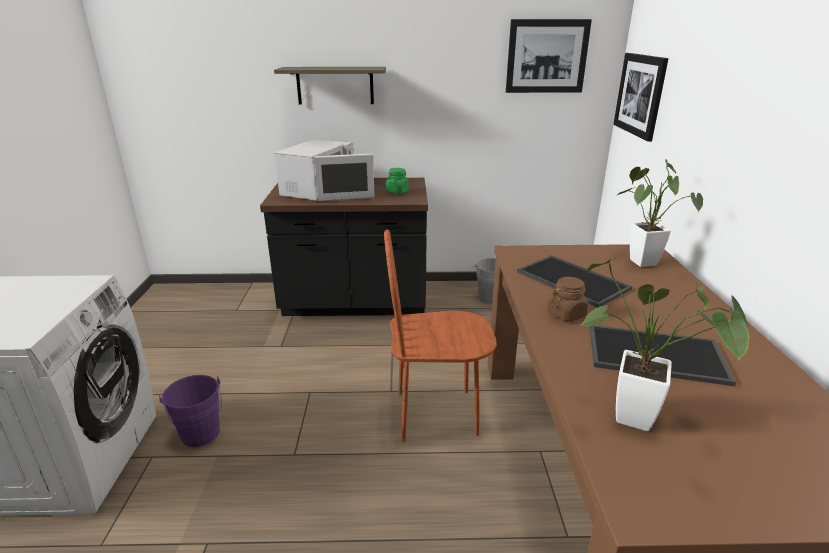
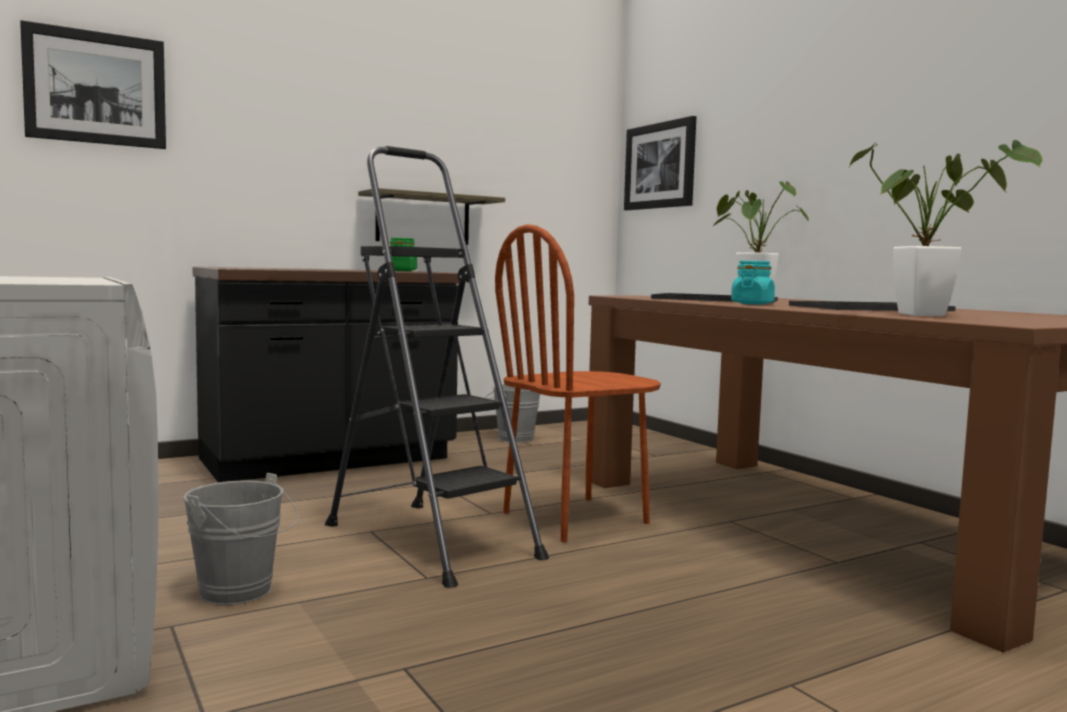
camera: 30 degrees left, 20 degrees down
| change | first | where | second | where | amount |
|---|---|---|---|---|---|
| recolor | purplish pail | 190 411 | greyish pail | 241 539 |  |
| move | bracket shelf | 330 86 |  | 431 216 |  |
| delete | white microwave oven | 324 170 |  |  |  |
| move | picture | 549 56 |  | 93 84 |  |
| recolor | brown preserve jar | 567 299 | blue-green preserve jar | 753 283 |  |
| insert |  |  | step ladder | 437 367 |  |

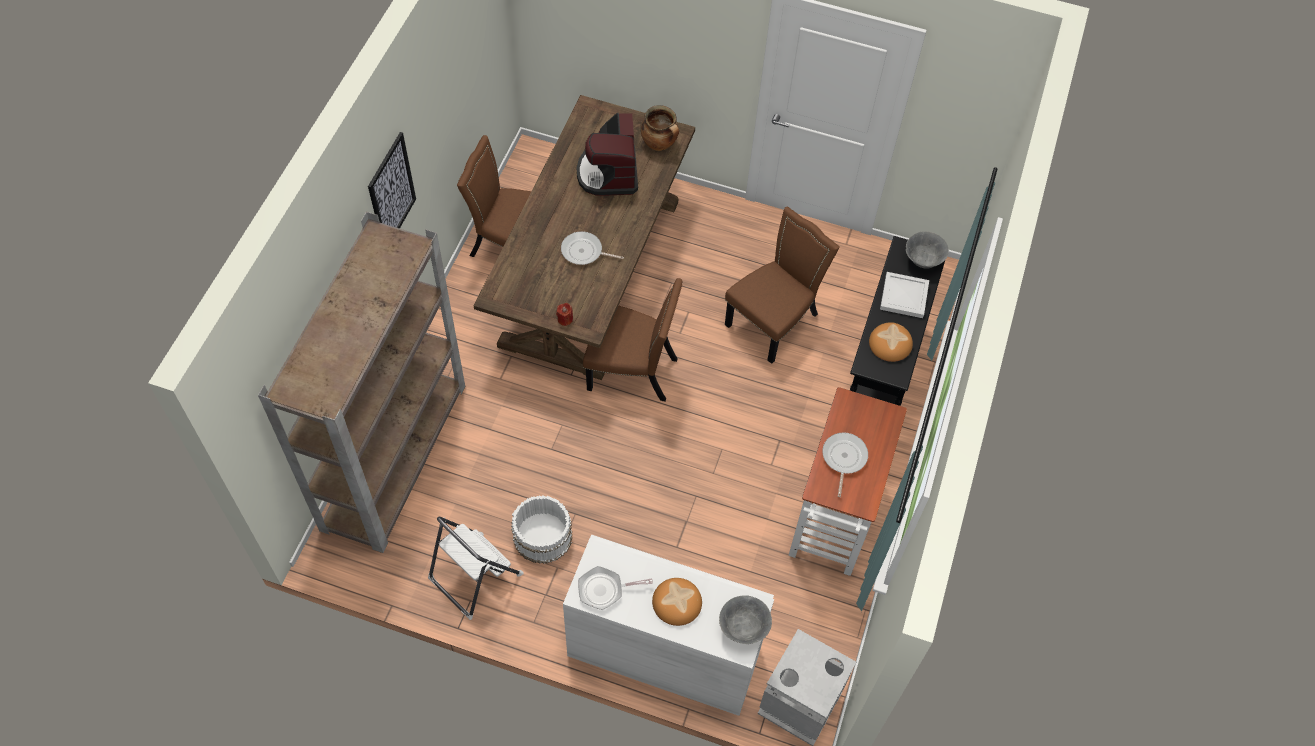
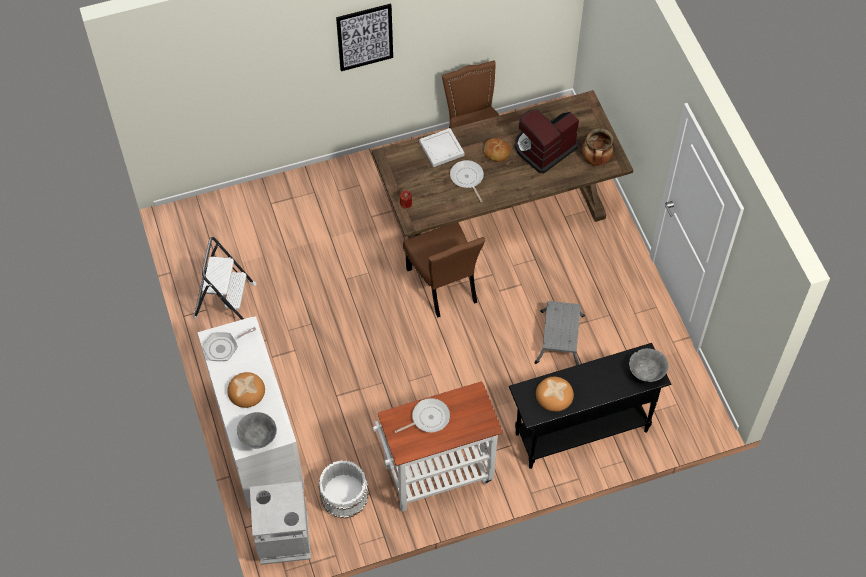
camera: 55 degrees right, 0 degrees up
| change | first | where | second | where | amount |
|---|---|---|---|---|---|
| delete | brown bookshelf | 361 382 |  |  |  |
| move | white pail | 541 529 |  | 343 489 |  |
| rotate | frying pan | 615 588 |  | 229 344 | 75 degrees counterclockwise |
| replace | brown plain chair | 782 285 | greyish step ladder | 560 333 |  |
| move | white tray | 904 295 |  | 442 147 |  |
| insert |  |  | baked bread | 497 150 |  |

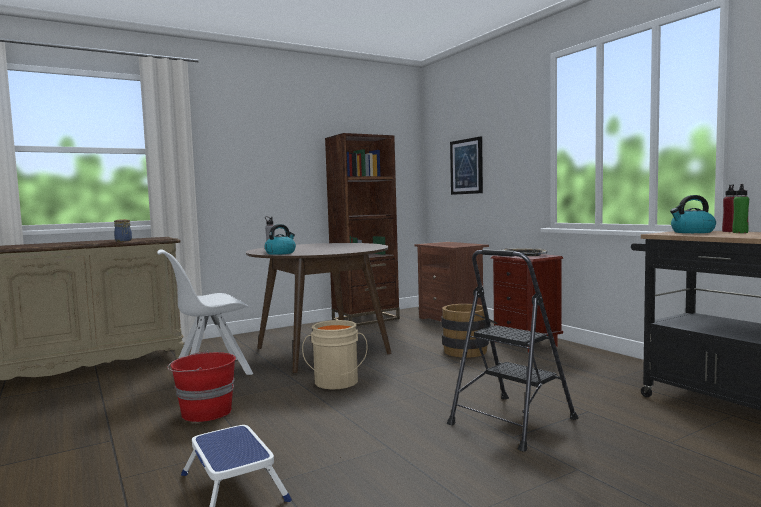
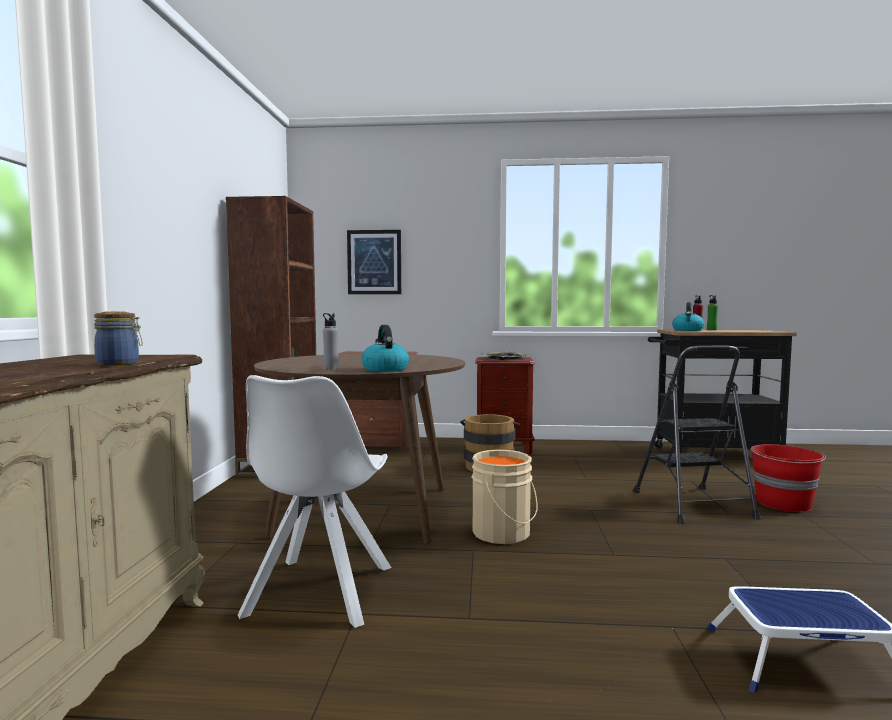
camera: 55 degrees left, 0 degrees up
| change | first | where | second | where | amount |
|---|---|---|---|---|---|
| move | red-coloured pail | 201 386 |  | 788 478 |  |

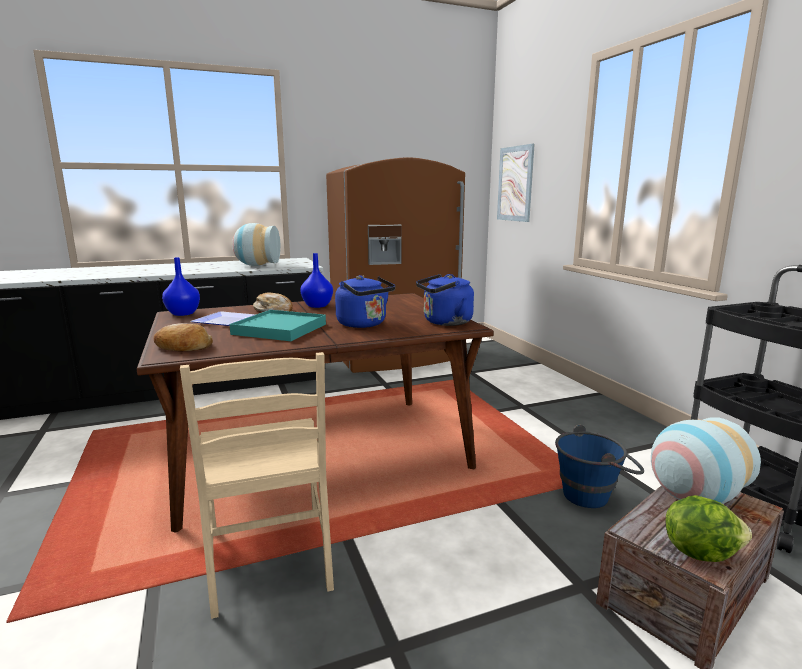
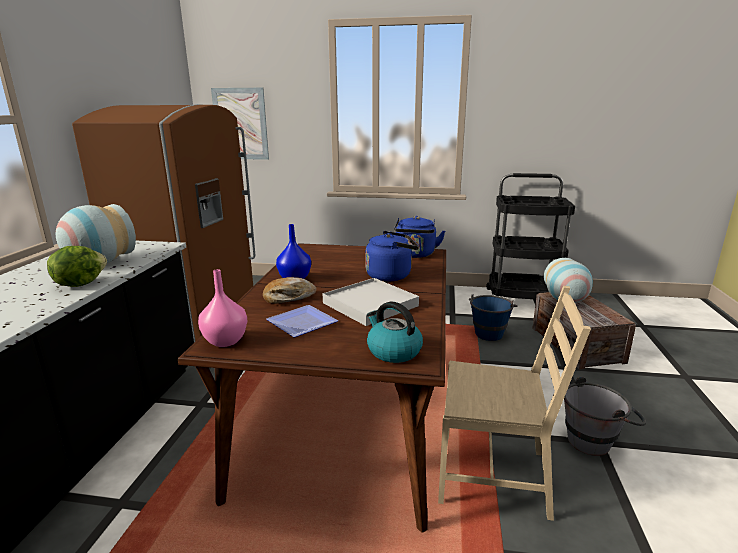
camera: 60 degrees left, 5 degrees up
| change | first | where | second | where | amount |
|---|---|---|---|---|---|
| replace | baked bread | 183 337 | tea kettle | 395 332 |  |
| recolor | bluish flower vase | 181 286 | pink-coloured flower vase | 222 308 |  |
| recolor | blue-green tray | 277 325 | white tray | 371 302 |  |
| move | lettuce head | 709 528 |  | 77 266 |  |
| insert |  |  | greyish pail | 605 416 |  |

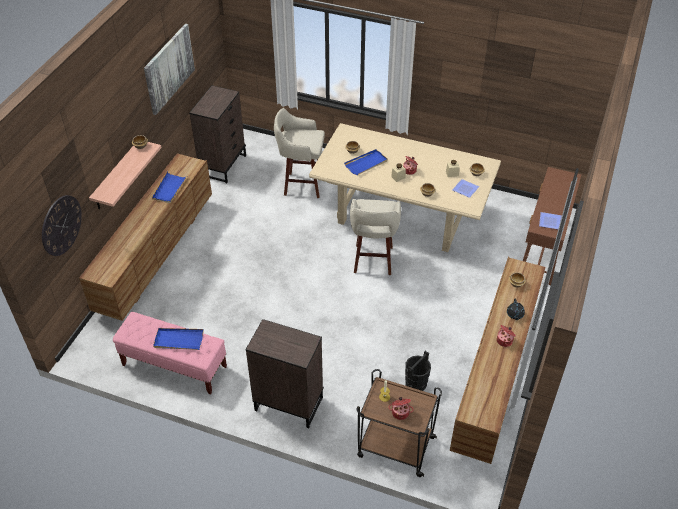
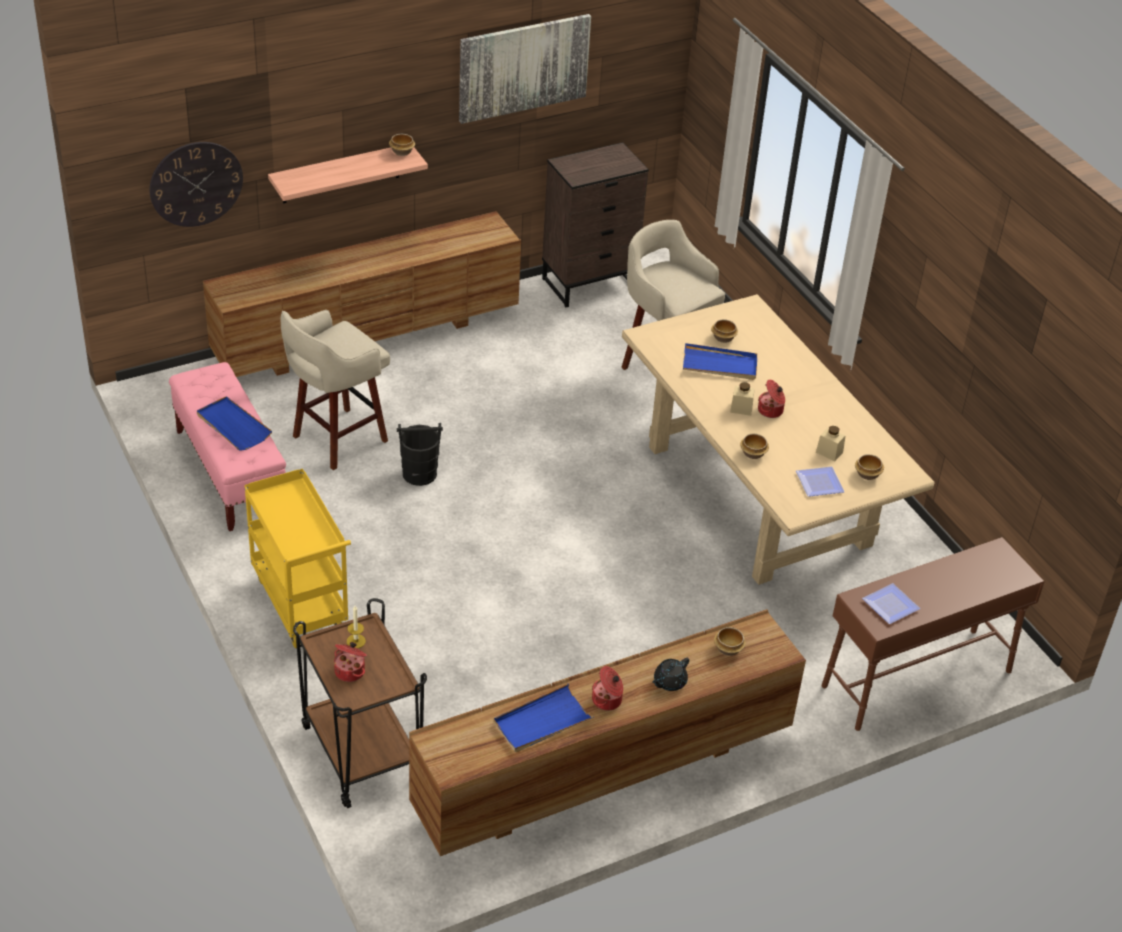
camera: 40 degrees right, 5 degrees down
| change | first | where | second | where | amount |
|---|---|---|---|---|---|
| move | bluish tray | 170 187 |  | 543 718 |  |
| replace | brown chest of drawers | 284 373 | yellow cart | 298 558 |  |
| move | beige-coloured stool seat | 375 236 |  | 335 390 |  |
| move | blackish pail | 418 371 |  | 420 454 |  |

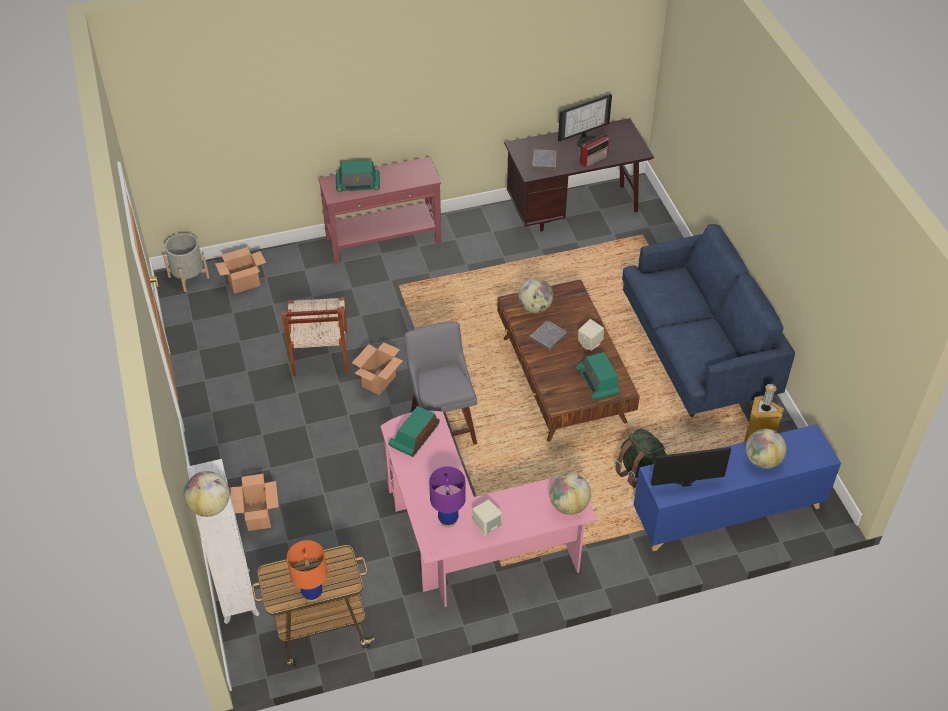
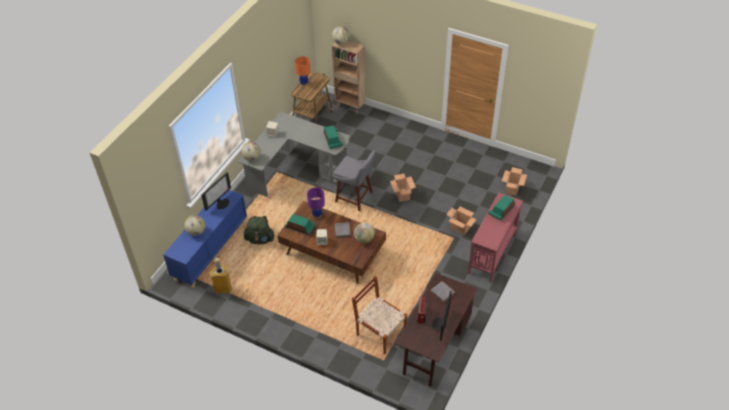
camera: 135 degrees right, 0 degrees up
| change | first | where | second | where | amount |
|---|---|---|---|---|---|
| delete | greyish plant pot | 186 262 |  |  |  |
| recolor | white bookshelf | 223 541 | brown bookshelf | 349 77 |  |
| move | carton | 254 502 |  | 461 221 |  |
| move | plain chair | 315 337 |  | 379 315 |  |
| recolor | pink-coloured desk unit | 489 509 | greyish desk unit | 293 154 |  |
| move | purplish tabletop lamp | 447 496 |  | 316 203 |  |
| delete | bluish settee | 708 320 |  |  |  |

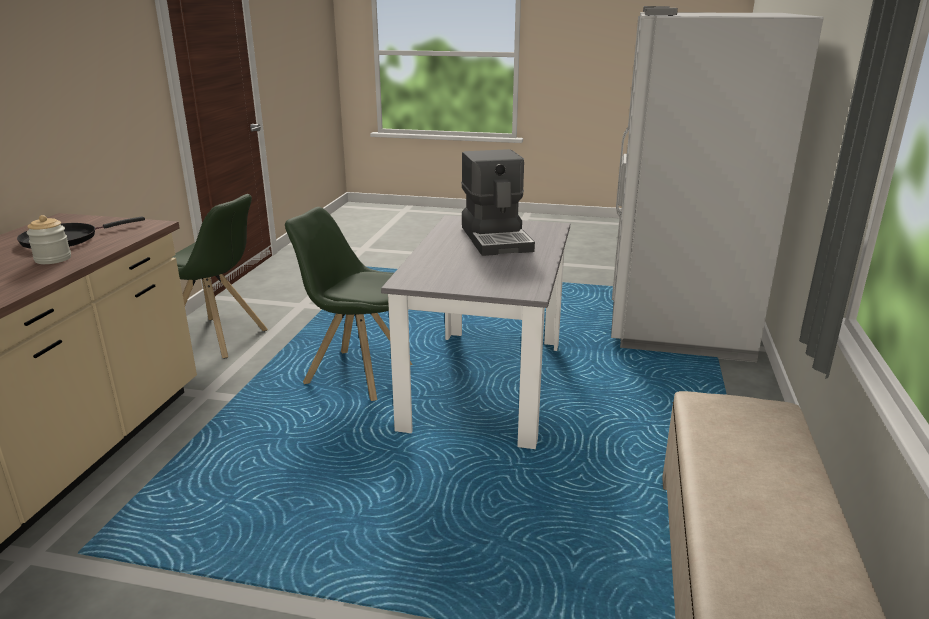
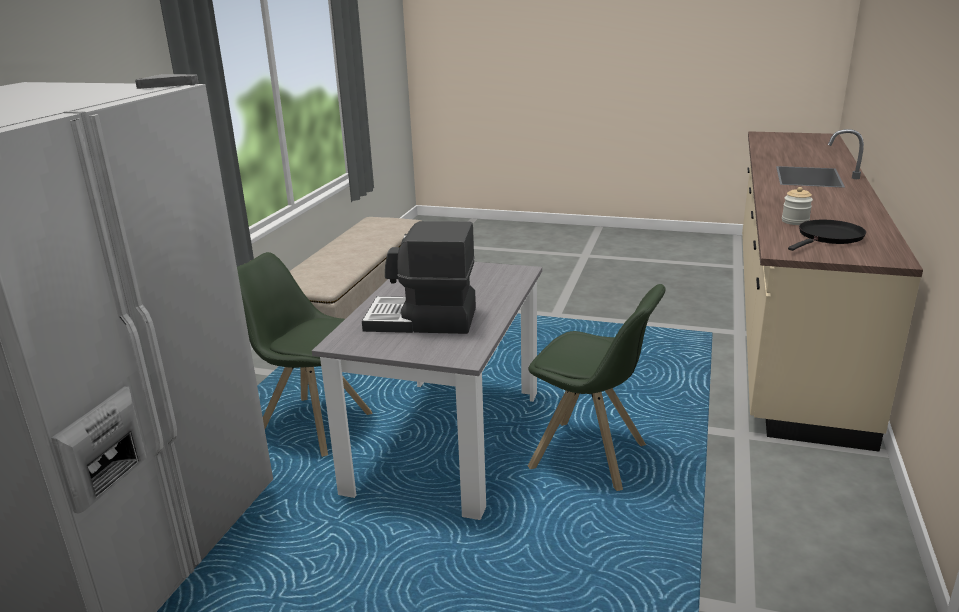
camera: 175 degrees left, 0 degrees up
| change | first | where | second | where | amount |
|---|---|---|---|---|---|
| move | green plain chair | 220 276 |  | 305 354 |  |
| rotate | coffee maker | 498 202 |  | 419 277 | 75 degrees counterclockwise |

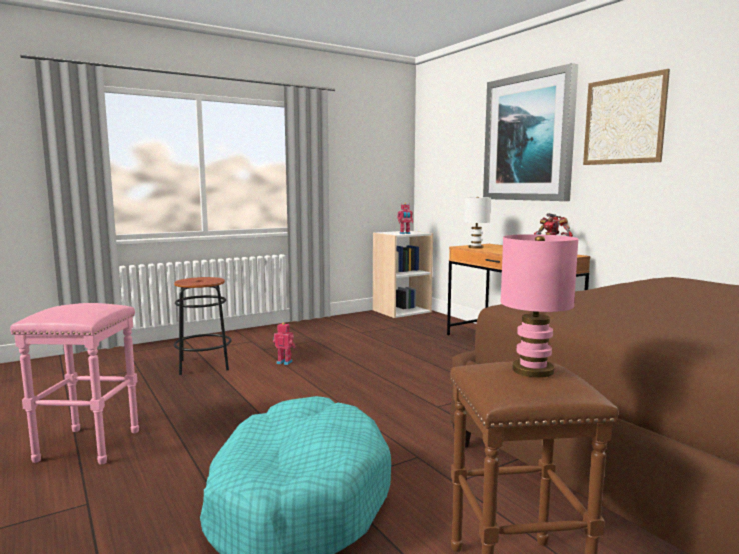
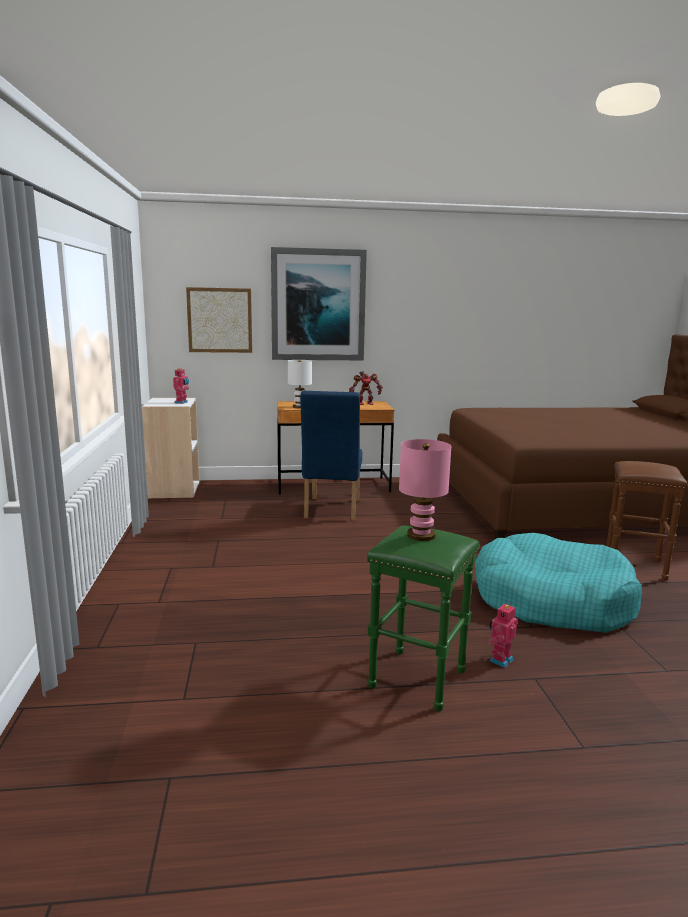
camera: 65 degrees left, 5 degrees up
| change | first | where | second | where | amount |
|---|---|---|---|---|---|
| recolor | pink-coloured stool seat | 74 383 | green stool seat | 423 618 |  |
| delete | blackish stool seat | 203 326 |  |  |  |
| move | model robot | 284 343 |  | 502 635 |  |
| move | pink-coloured tabletop lamp | 539 306 |  | 425 490 |  |
| move | picture | 626 117 |  | 219 319 |  |
| insert |  |  | bluish plain chair | 331 456 |  |

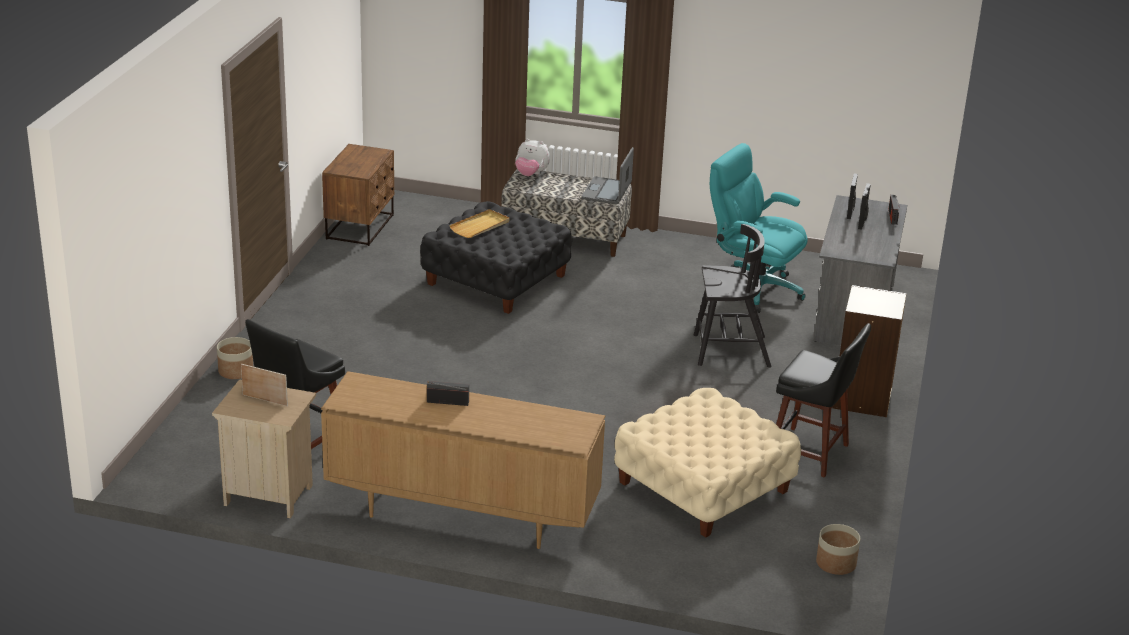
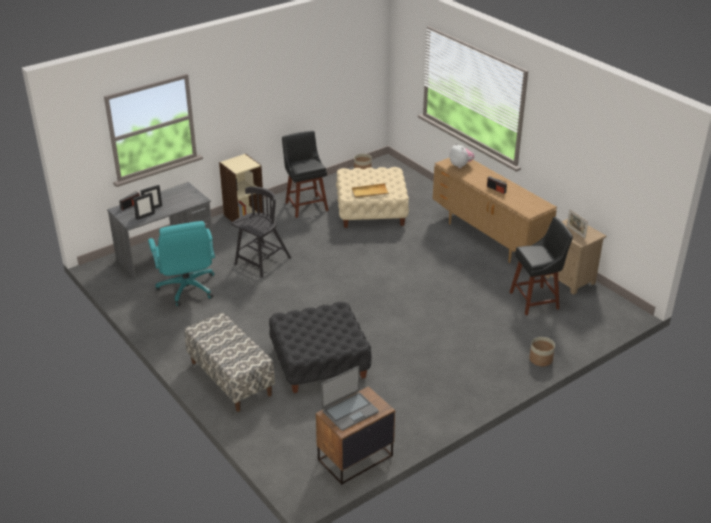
camera: 140 degrees left, 5 degrees up
| change | first | where | second | where | amount |
|---|---|---|---|---|---|
| move | beige-coloured tray | 479 223 |  | 370 190 |  |
| move | plush toy | 532 157 |  | 462 155 |  |
| move | laptop | 607 176 |  | 350 398 |  |
| rotate | blackish plain chair | 733 296 |  | 261 232 | 90 degrees clockwise |

